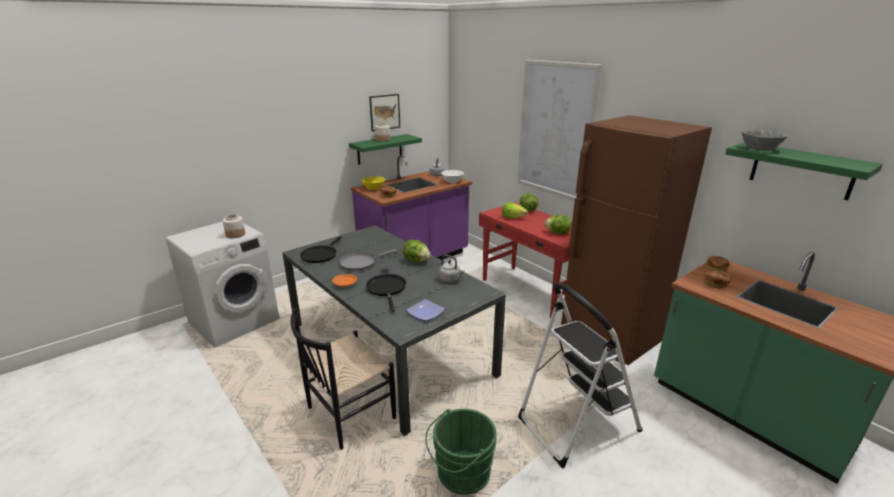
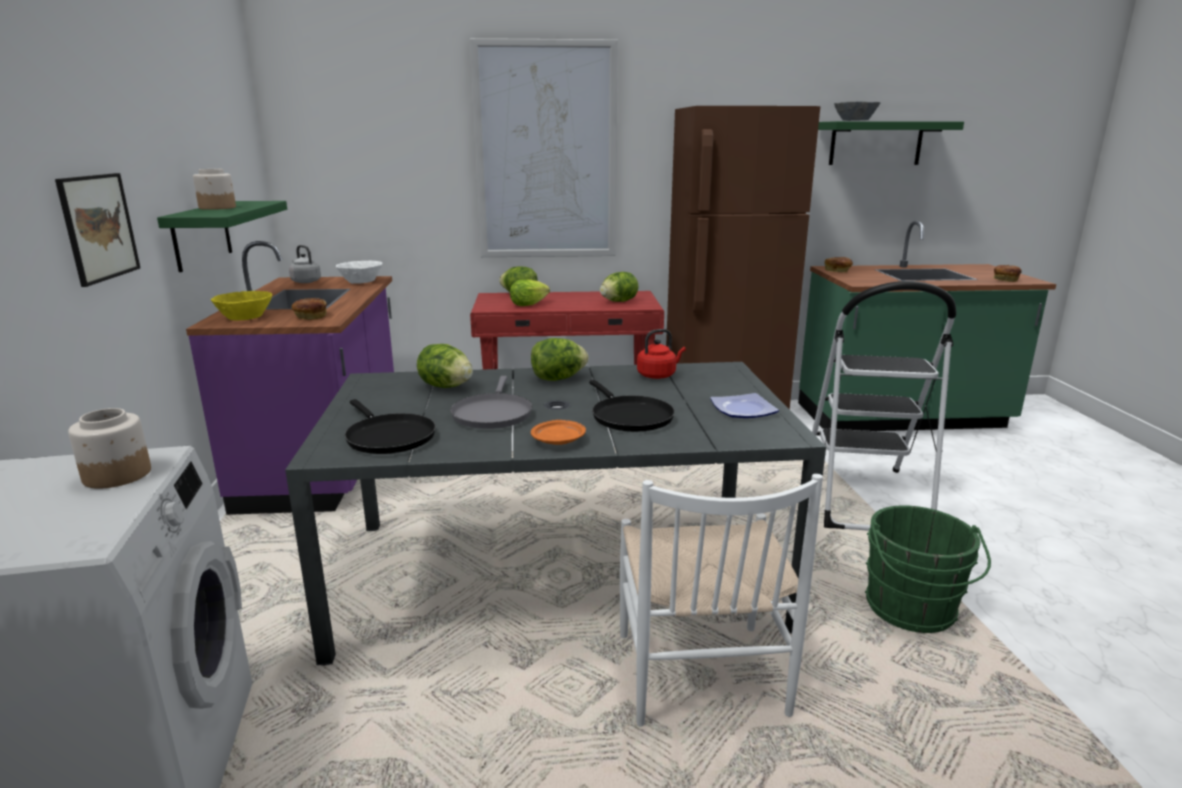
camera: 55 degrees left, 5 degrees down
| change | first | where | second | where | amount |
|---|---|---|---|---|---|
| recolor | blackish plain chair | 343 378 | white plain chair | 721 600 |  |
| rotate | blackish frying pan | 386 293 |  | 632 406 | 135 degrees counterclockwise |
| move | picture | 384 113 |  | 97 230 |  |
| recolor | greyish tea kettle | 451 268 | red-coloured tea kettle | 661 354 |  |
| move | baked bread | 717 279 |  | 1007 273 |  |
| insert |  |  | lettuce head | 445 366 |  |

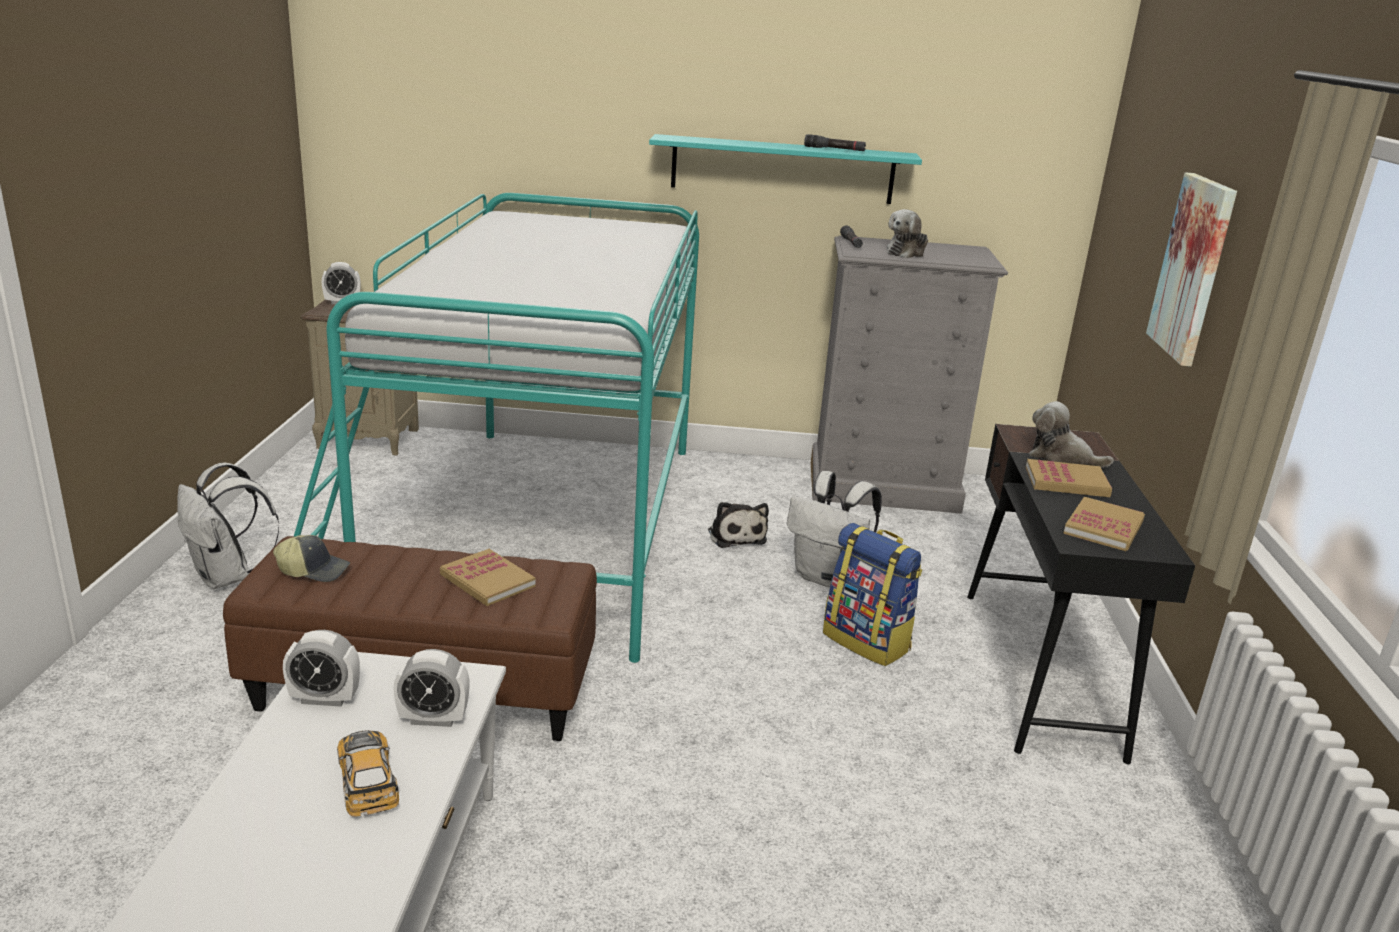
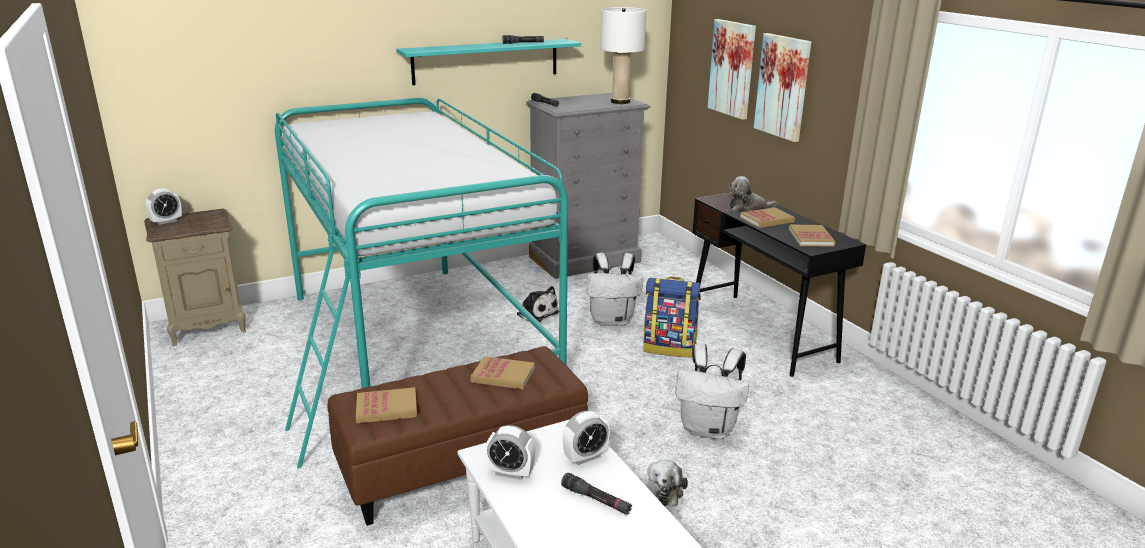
camera: 30 degrees left, 0 degrees up
| change | first | where | second | where | amount |
|---|---|---|---|---|---|
| move | white rucksack | 228 526 |  | 712 391 |  |
| replace | baseball cap | 311 558 | volume | 386 405 |  |
| rotate | table clock | 321 668 |  | 510 452 | 45 degrees clockwise |
| replace | model car | 368 773 | blackish hand torch | 596 494 |  |
| move | plush toy | 907 233 |  | 667 483 |  |
| insert |  |  | white tabletop lamp | 623 55 |  |
| insert |  |  | picture | 732 69 |  |

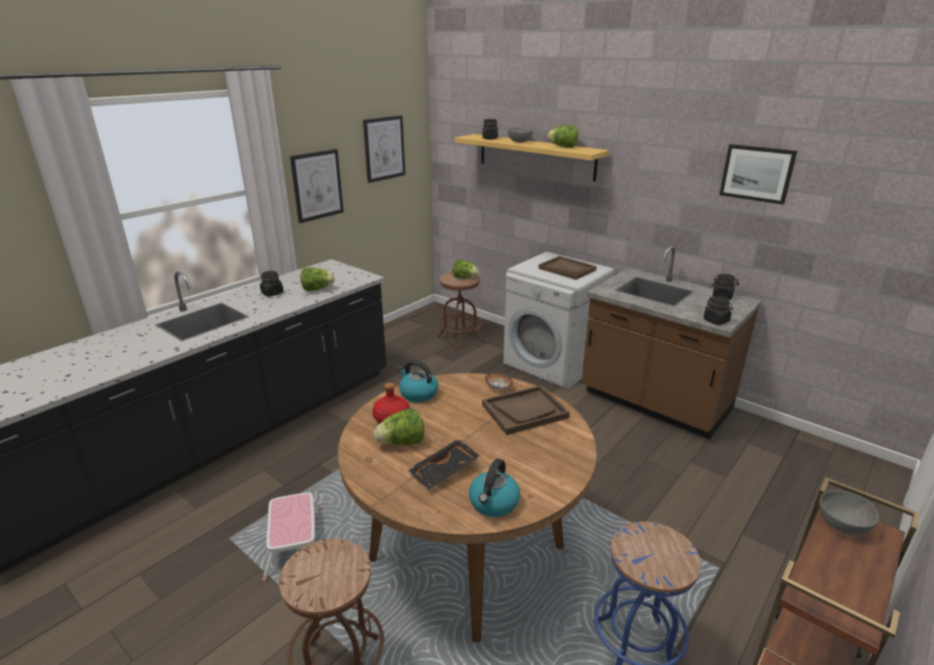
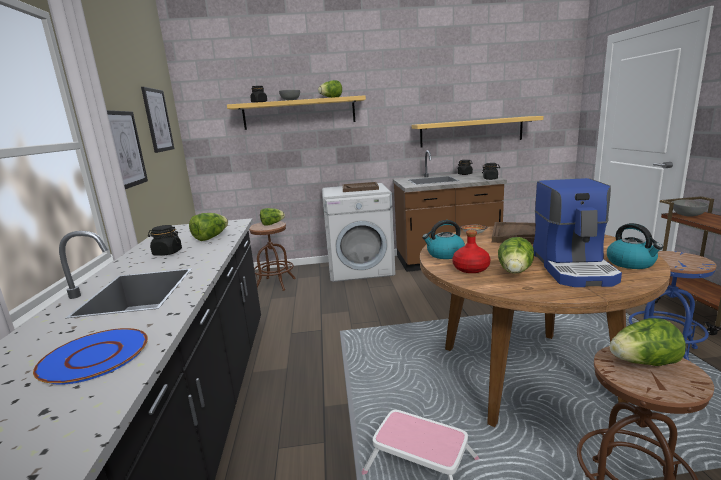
camera: 45 degrees left, 10 degrees down
| change | first | where | second | where | amount |
|---|---|---|---|---|---|
| replace | blackish tray | 444 464 | coffee maker | 577 232 |  |
| delete | picture | 758 174 |  |  |  |
| insert |  |  | bluish flat dish | 90 356 |  |
| insert |  |  | bracket shelf | 477 132 |  |
| insert |  |  | lettuce head | 648 342 |  |

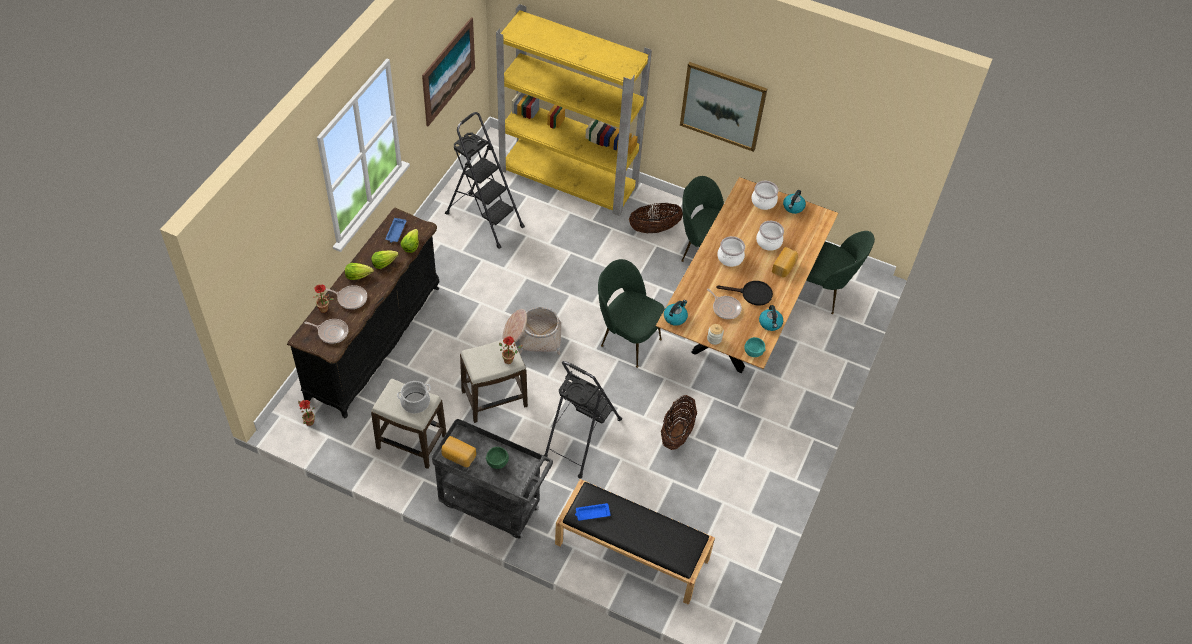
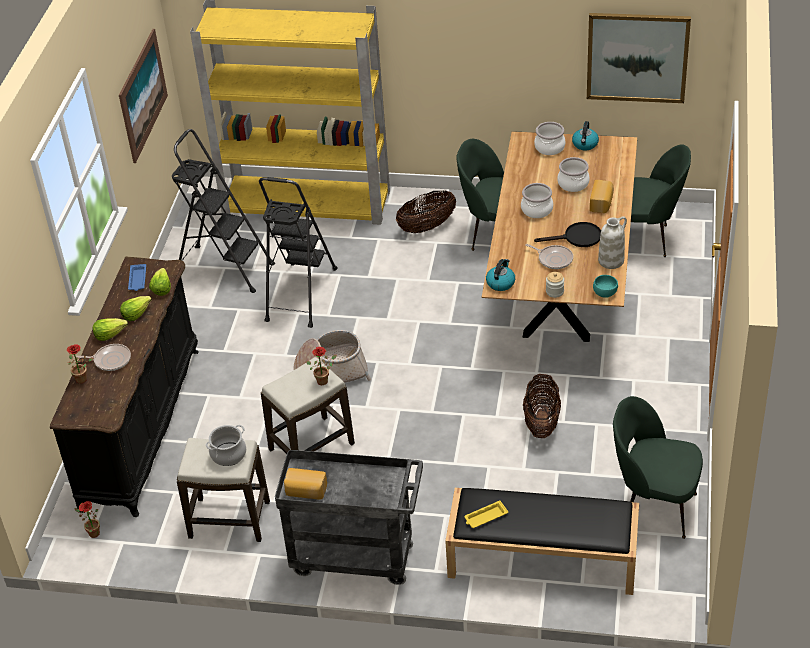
camera: 10 degrees left, 10 degrees down
| change | first | where | second | where | amount |
|---|---|---|---|---|---|
| delete | frying pan | 326 331 |  |  |  |
| delete | green bowl | 497 458 |  |  |  |
| move | step ladder | 583 420 |  | 298 252 |  |
| recolor | bluish tray | 593 512 | yellow tray | 486 514 |  |
| move | green plain chair | 631 313 |  | 658 467 |  |
| move | picture | 723 107 |  | 639 58 |  |
| replace | tea kettle | 771 318 | white flower vase | 612 242 |  |

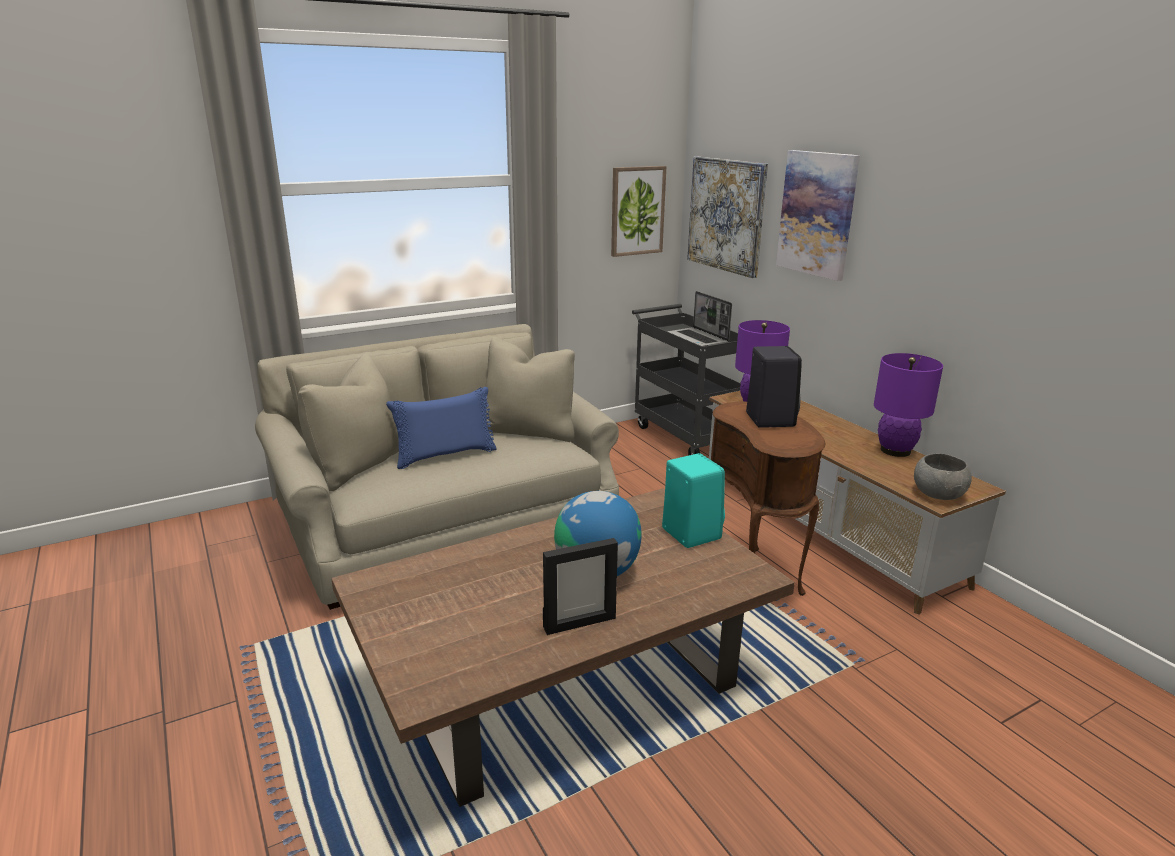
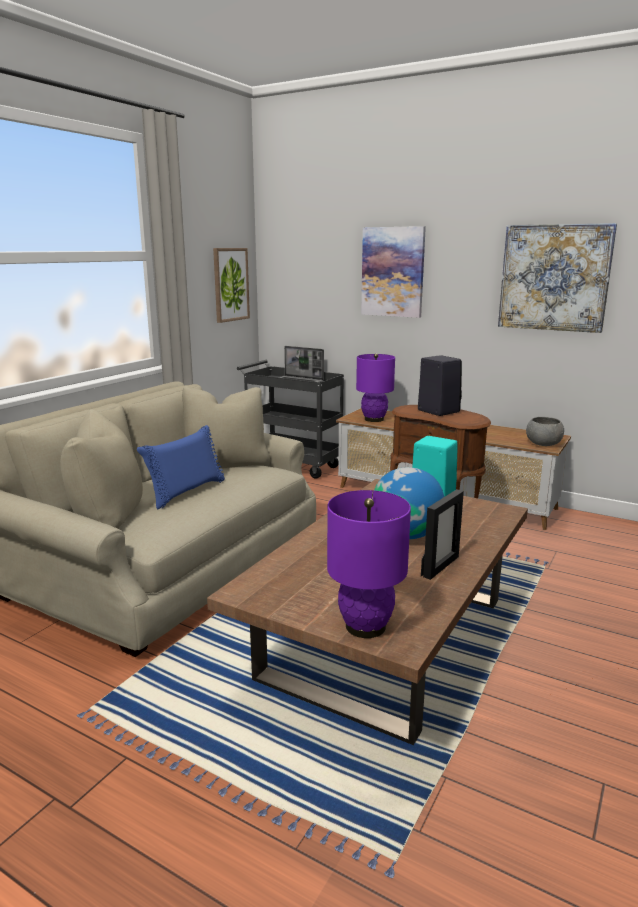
camera: 30 degrees left, 5 degrees down
| change | first | where | second | where | amount |
|---|---|---|---|---|---|
| move | picture | 727 217 |  | 557 278 |  |
| move | purplish tabletop lamp | 908 405 |  | 369 564 |  |

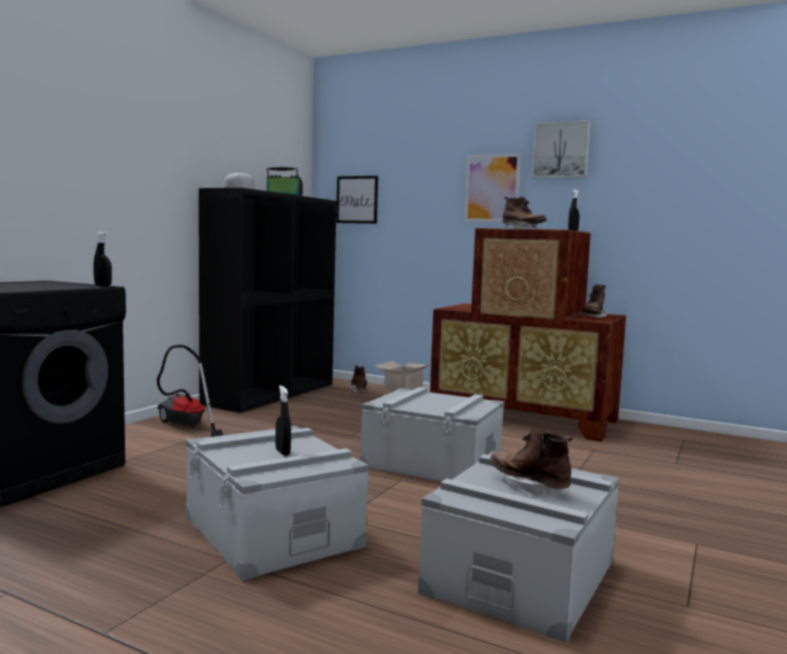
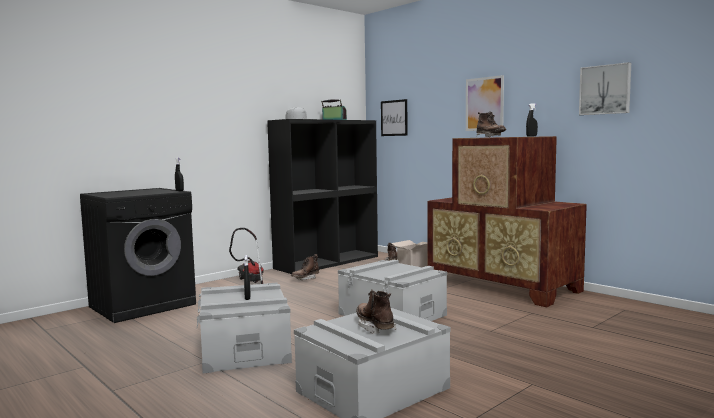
camera: 20 degrees right, 0 degrees up
| change | first | where | second | where | amount |
|---|---|---|---|---|---|
| move | picture | 561 149 |  | 605 88 |  |
| move | brown high-top boot | 593 301 |  | 305 267 |  |

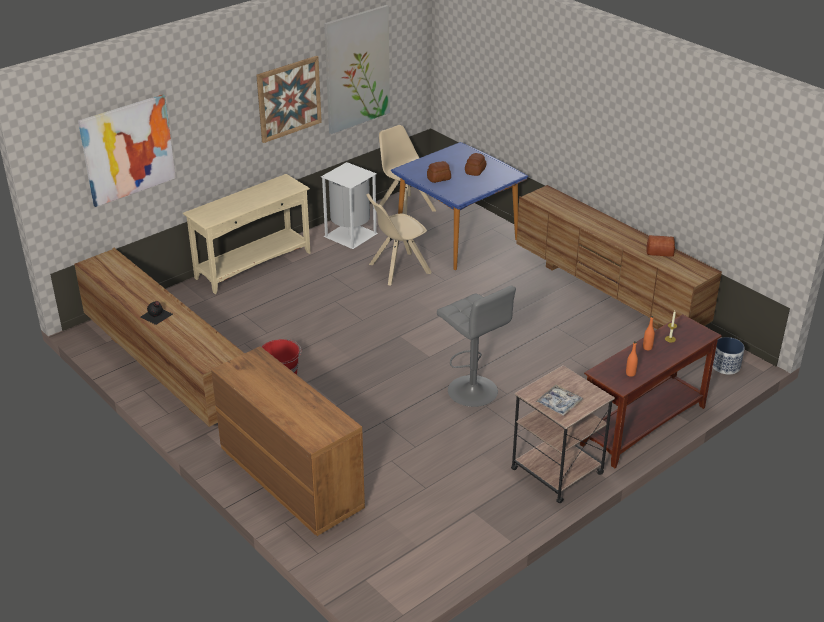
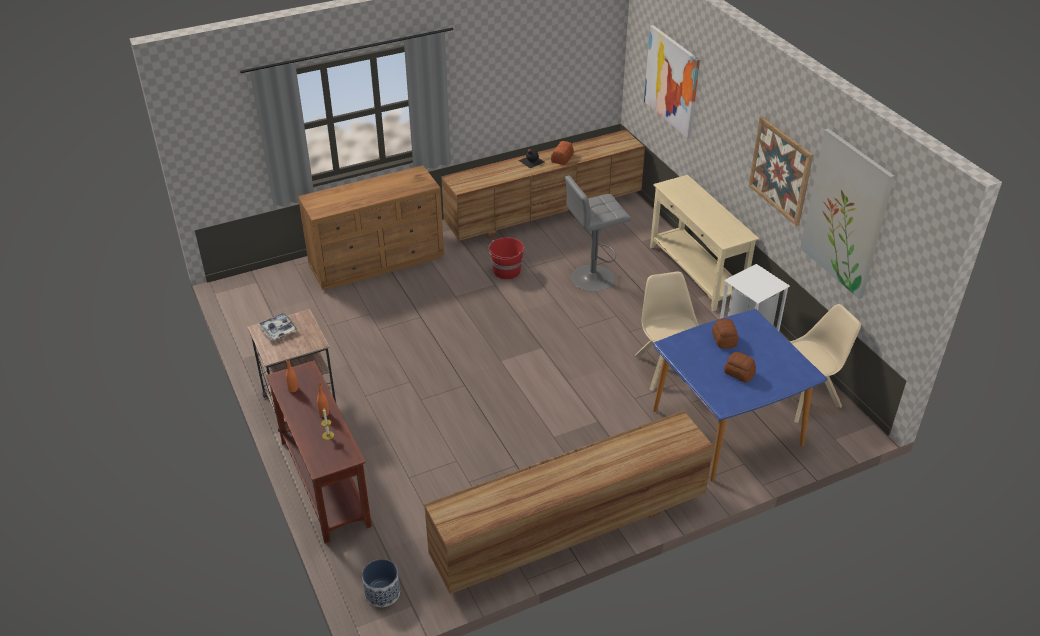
camera: 105 degrees right, 5 degrees up
| change | first | where | second | where | amount |
|---|---|---|---|---|---|
| move | greyish stool seat | 476 346 |  | 598 234 |  |
| move | baked bread | 660 246 |  | 562 153 |  |

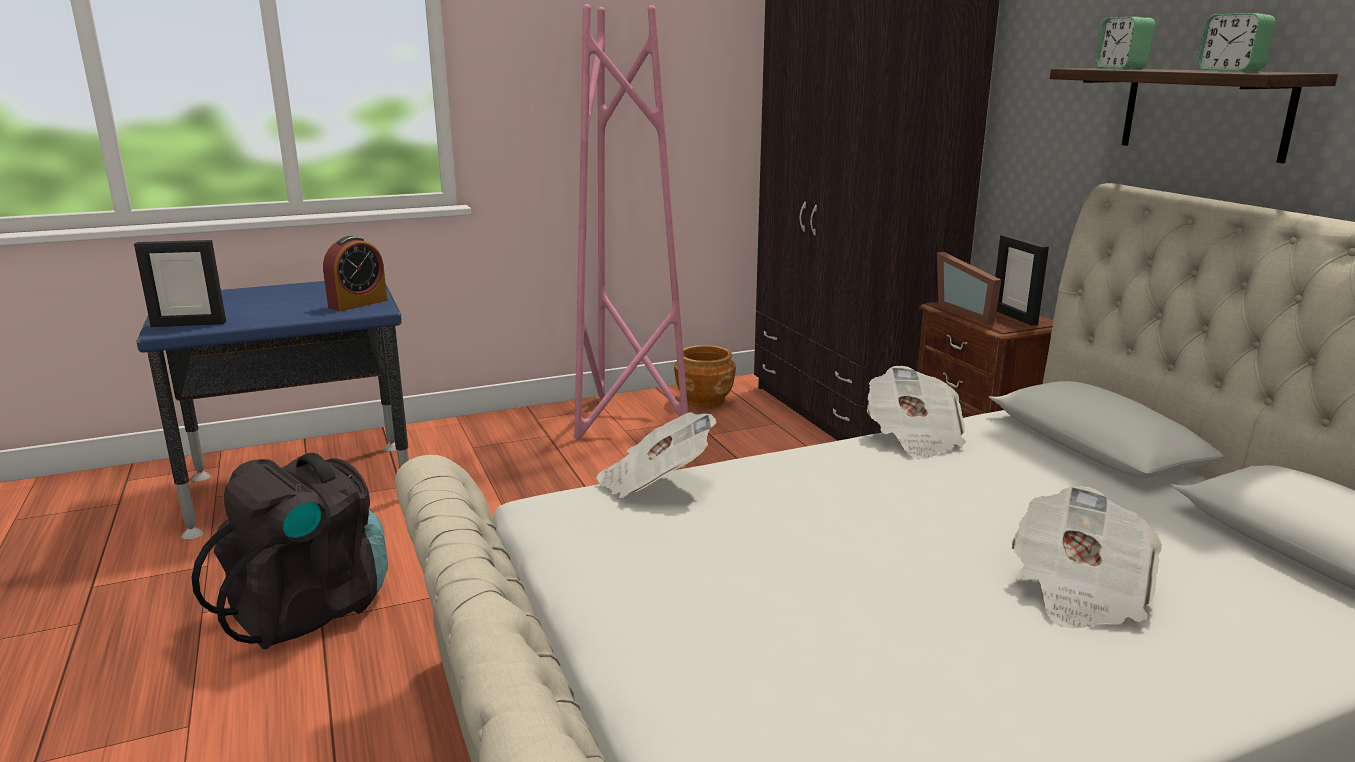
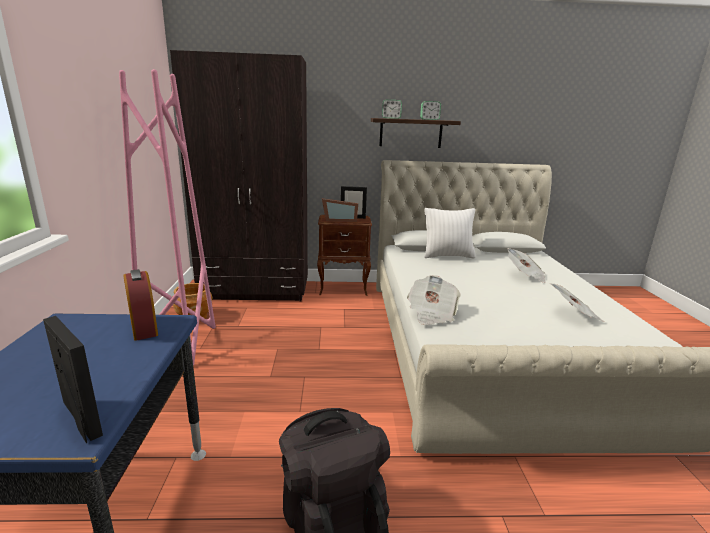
camera: 70 degrees left, 0 degrees up
| change | first | where | second | where | amount |
|---|---|---|---|---|---|
| rotate | standing frame | 180 283 |  | 73 379 | 60 degrees counterclockwise |
| move | daily paper | 916 413 |  | 577 302 |  |
| insert |  |  | white pillow | 450 233 |  |

